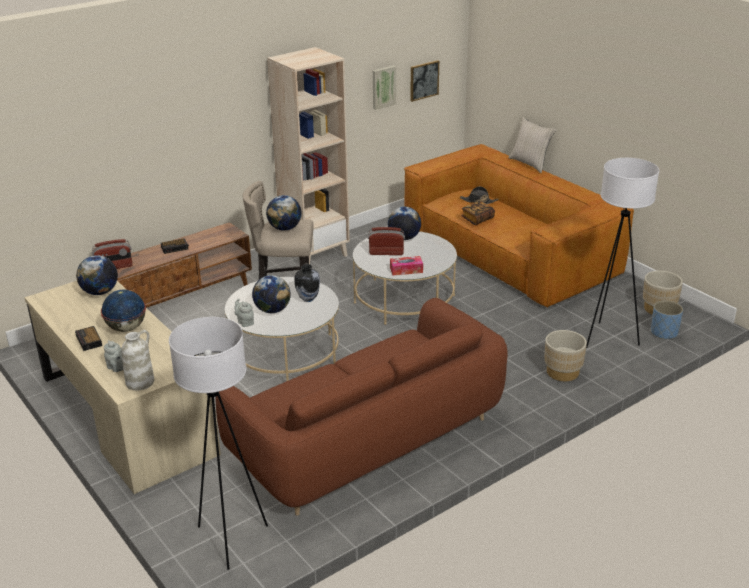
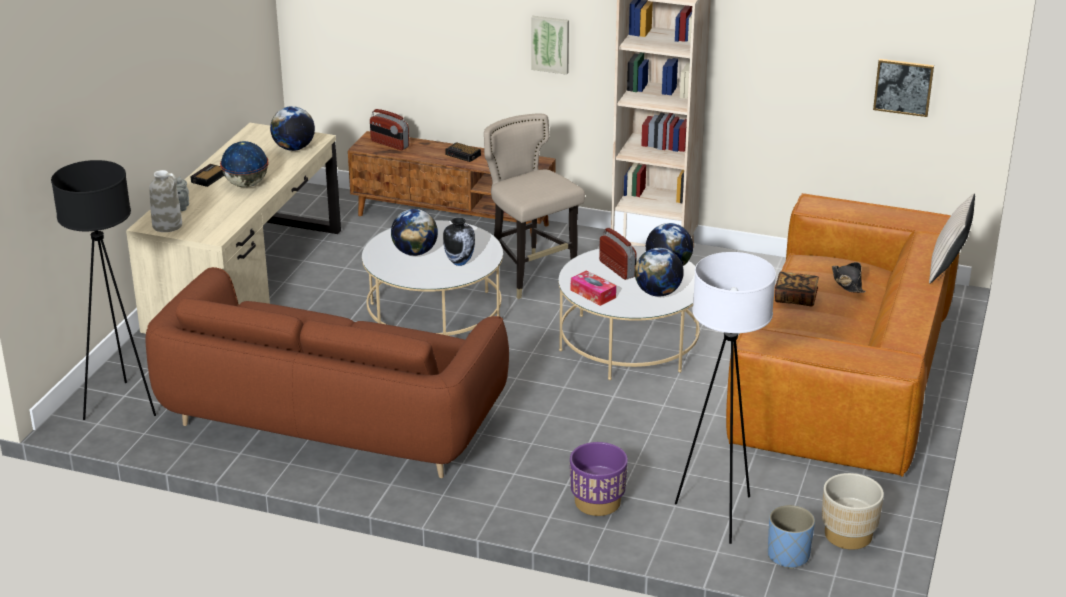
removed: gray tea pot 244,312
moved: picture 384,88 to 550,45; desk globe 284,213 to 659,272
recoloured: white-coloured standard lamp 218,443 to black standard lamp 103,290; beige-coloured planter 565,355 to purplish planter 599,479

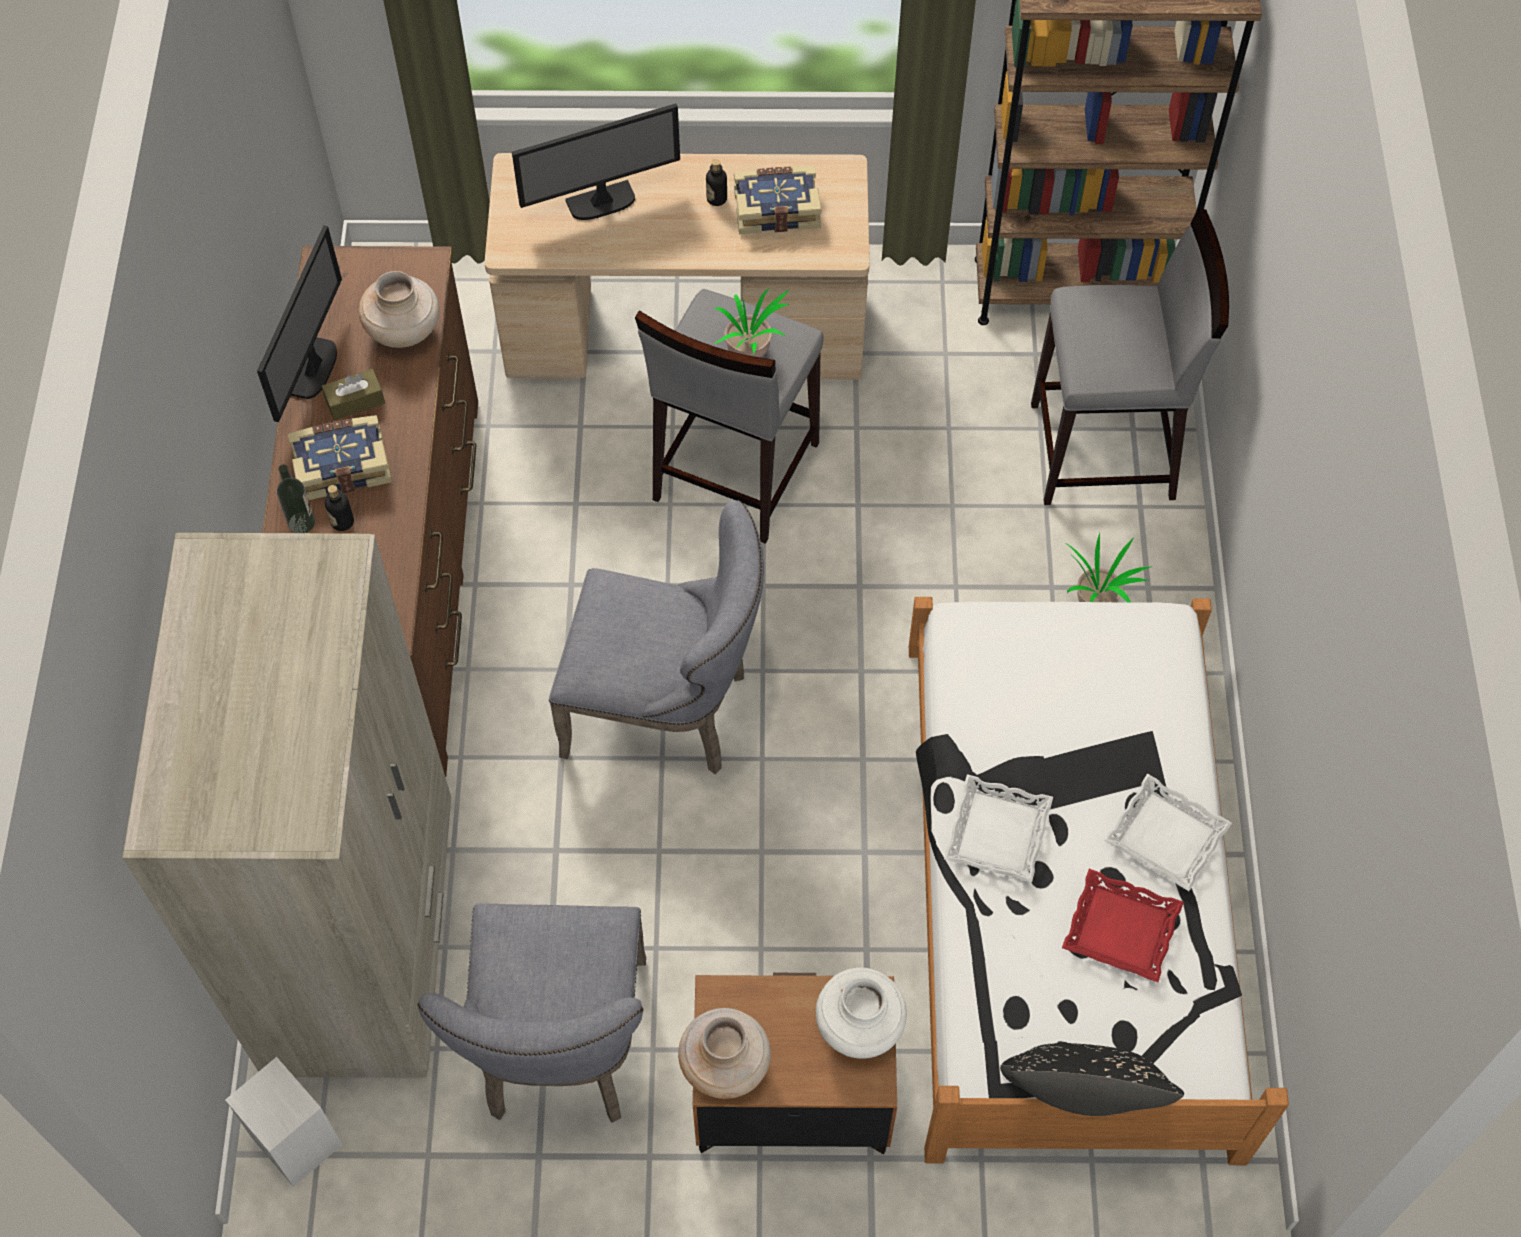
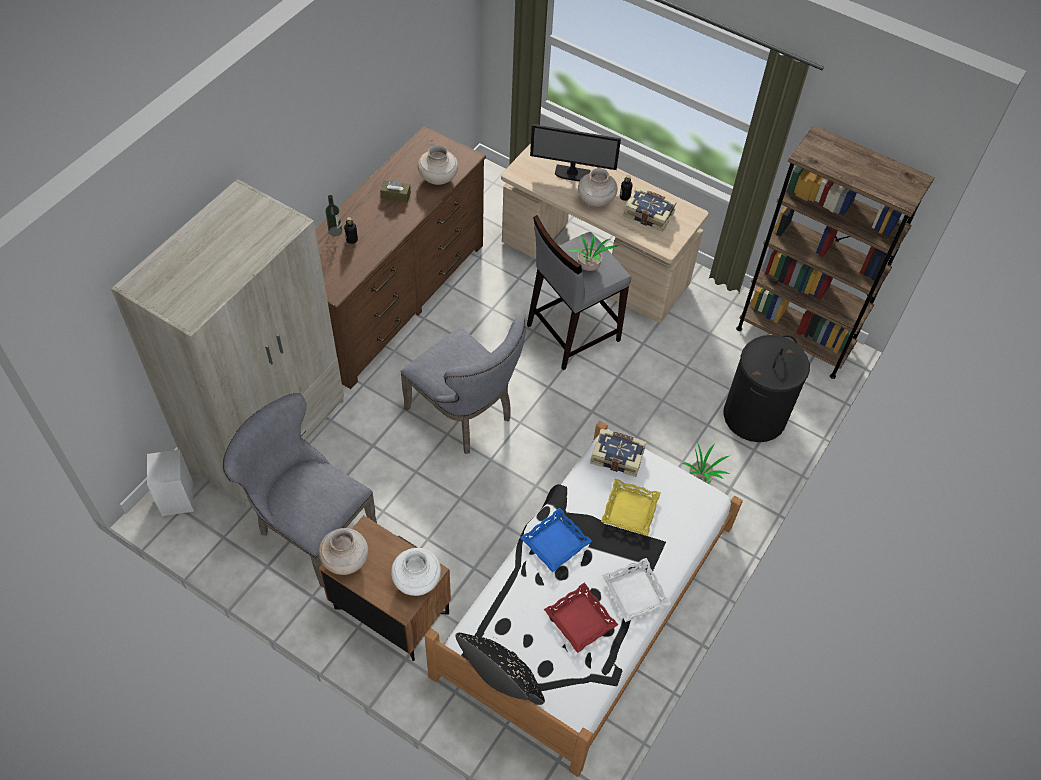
removed: monitor 299,323
added: beige-coloured decorative vase 598,187; yellowish tray 631,507
moved: bound book 340,457 to 618,453
replaced: gray stool seat 1130,357 to black washing basket 767,388
recoloured: white-coloured tray 998,828 to blue tray 556,540
turned: gray upright chair 532,1013 = 300,490 90 degrees clockwise

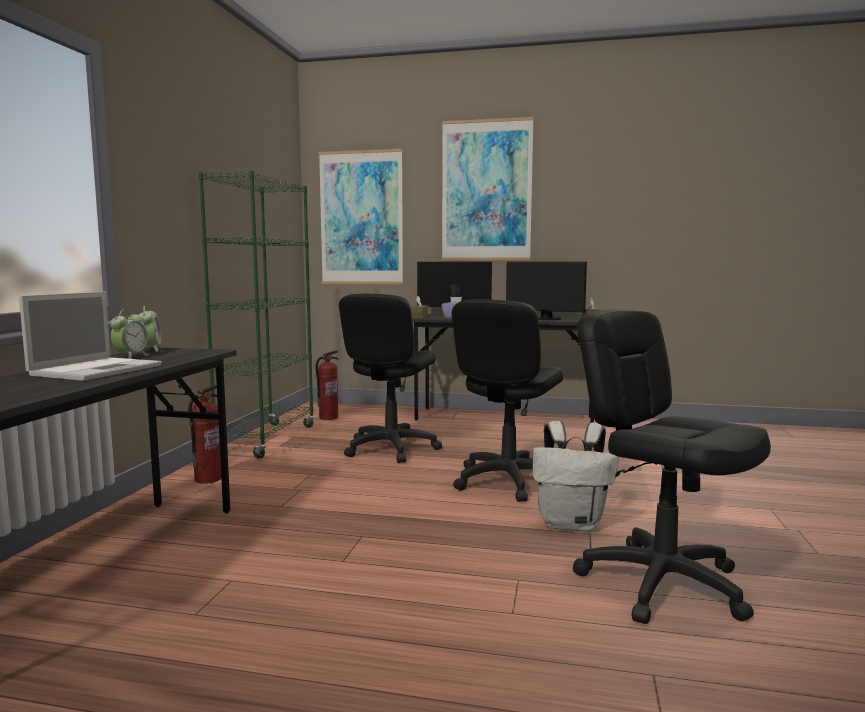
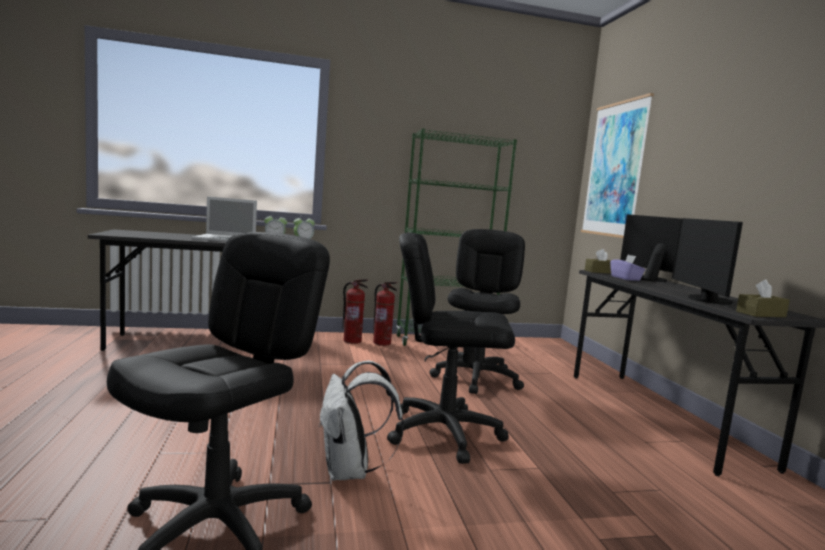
removed: picture 488,188
moved: fire-fighting cylinder 327,385 to 385,314
turned: black desk chair 390,378 = 477,311 105 degrees clockwise

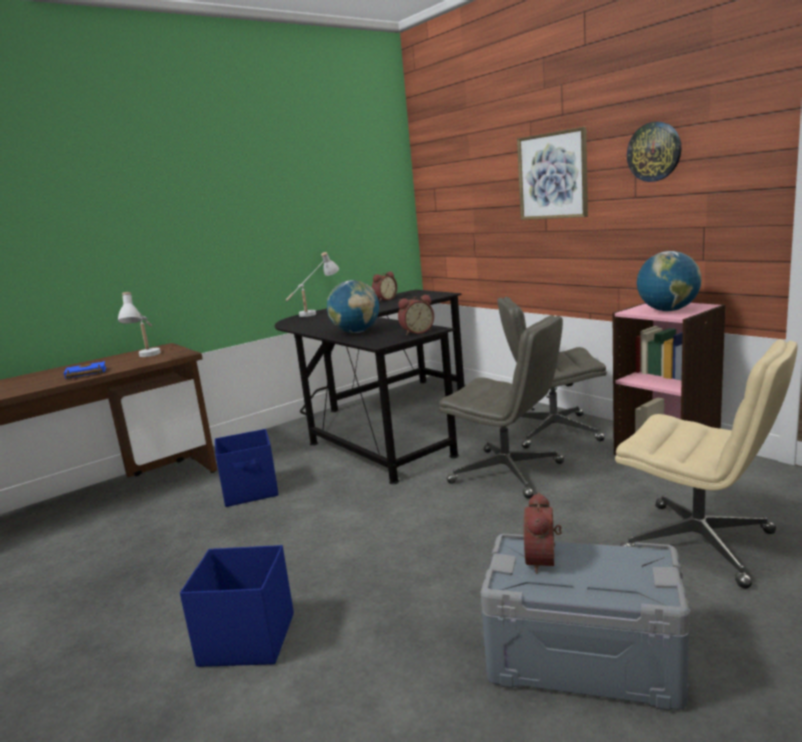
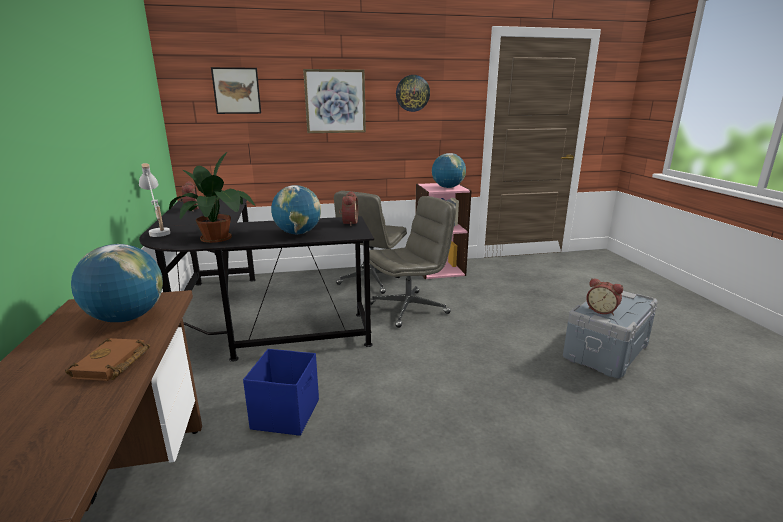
removed: beige-coloured desk chair 706,464; blue storage bin 237,606
added: picture 236,90; potted plant 212,197
replaced: white-coloured table lamp 139,324 to desk globe 117,283
recoloured: blue bound book 85,369 to brown-coloured bound book 107,359

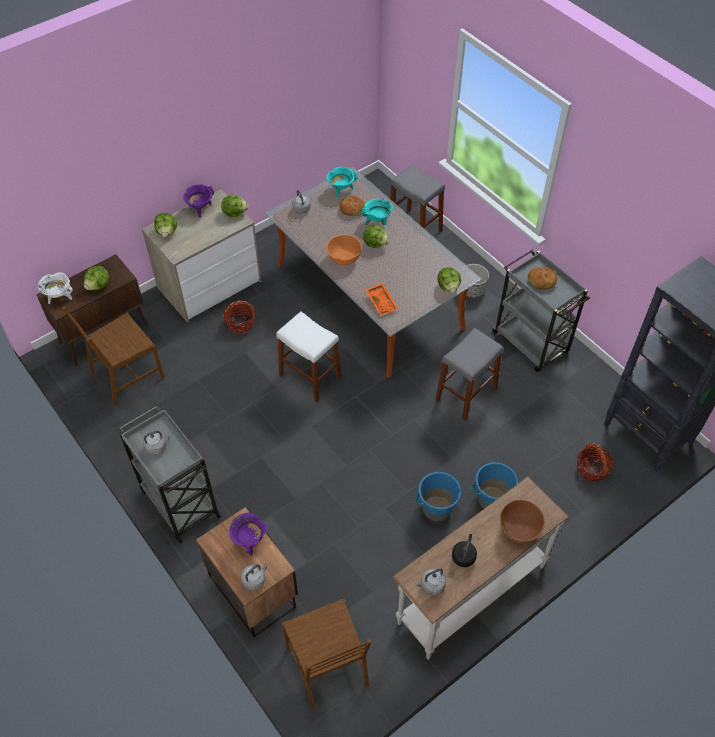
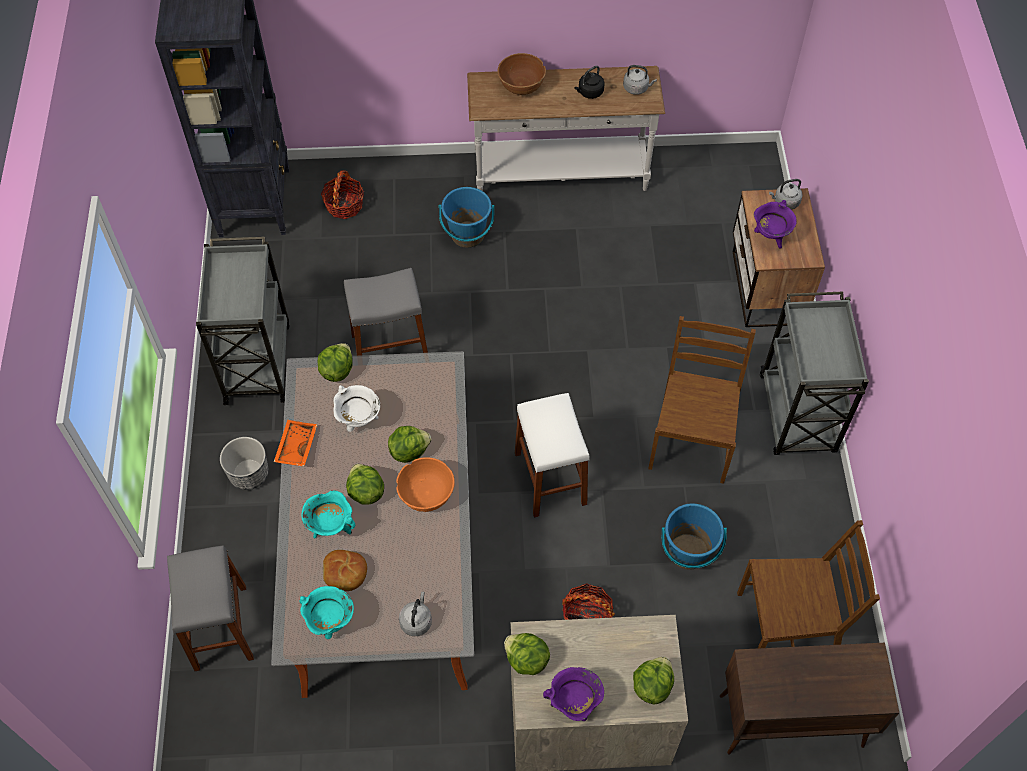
removed: bread 542,278; gray water kettle 157,443
moved: lettuce head 96,278 to 410,444; white-coloured cooking pot 55,288 to 356,408; orangey tray 381,299 to 296,443; blue pail 438,496 to 694,536; brown-coloured upright chair 326,654 to 702,400

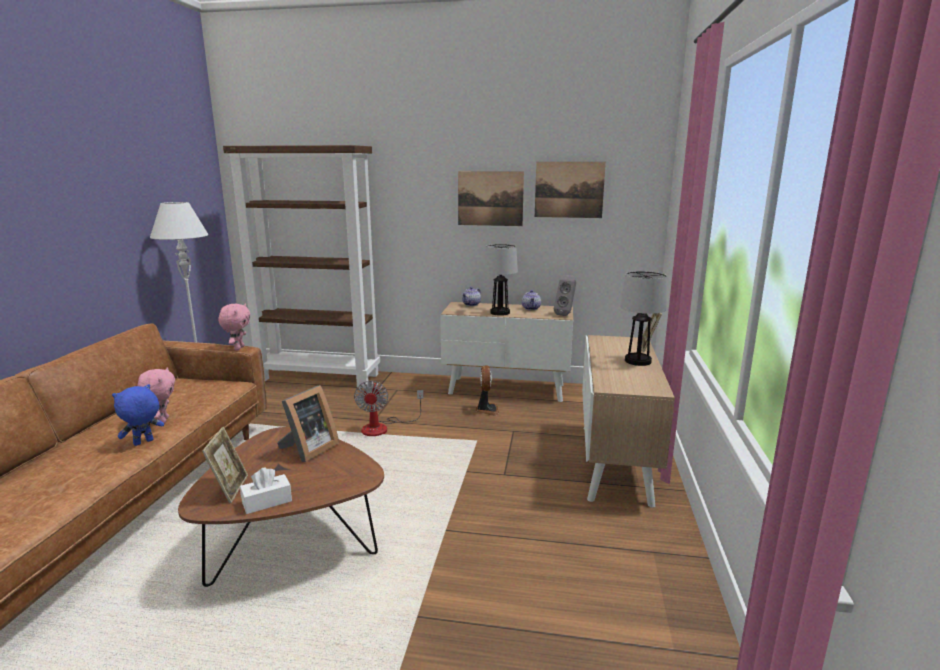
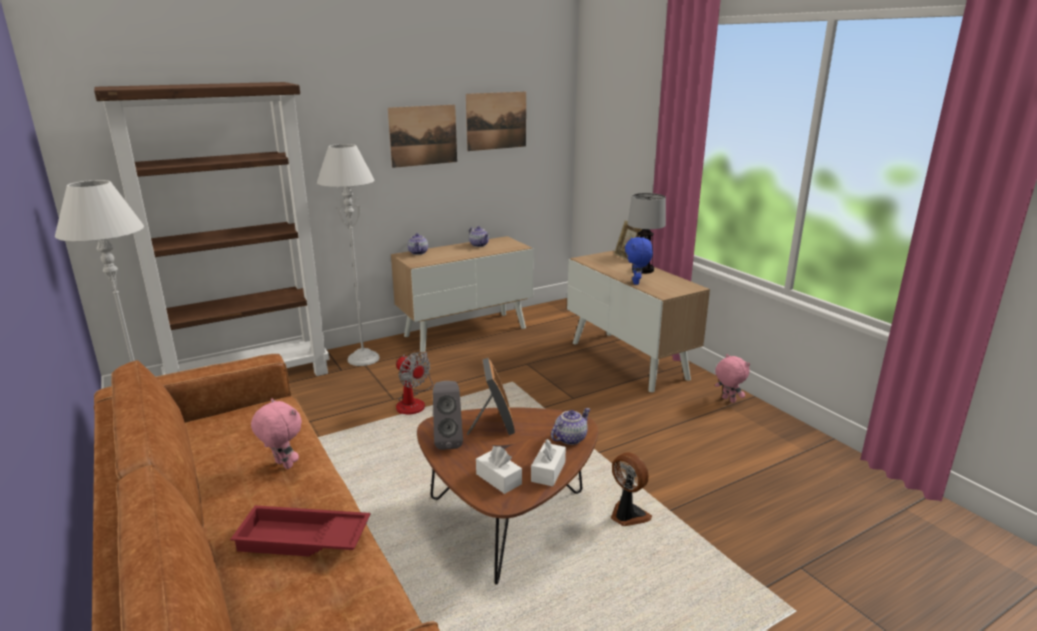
removed: table lamp 501,280
added: gray standard lamp 348,255; tea pot 570,426; reddish tray 300,531
moved: gray loudspeaker 565,295 to 448,415; pink-coloured cuddly toy 234,327 to 732,378; electric fan 487,390 to 631,489; blue cuddly toy 138,415 to 639,261
replaced: picture frame 225,465 to white-coloured tissue box 499,470

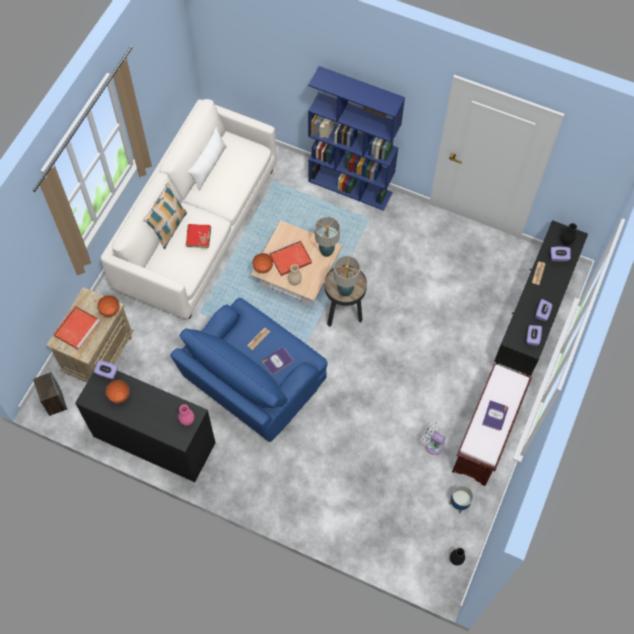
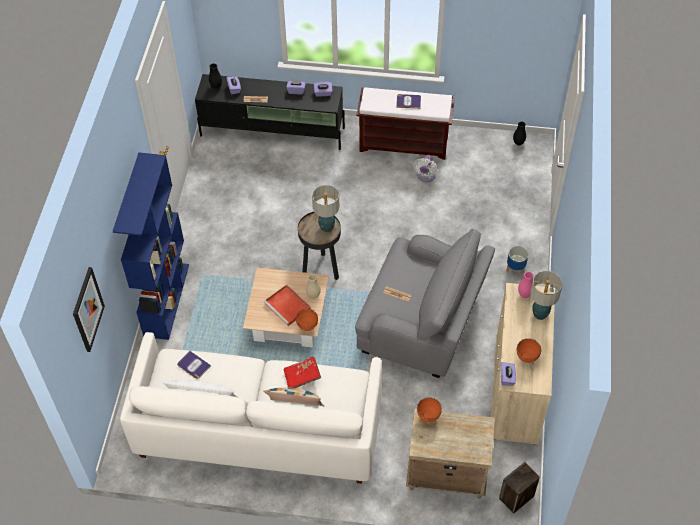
removed: reddish tray 76,328
added: picture 89,309
moved: table lamp 327,237 to 546,295; bound book 278,361 to 194,365; planter 461,500 to 517,261
recoloured: blue armchair 249,370 to gray armchair 425,303; black cupboard 145,426 to beige-coloured cupboard 523,364

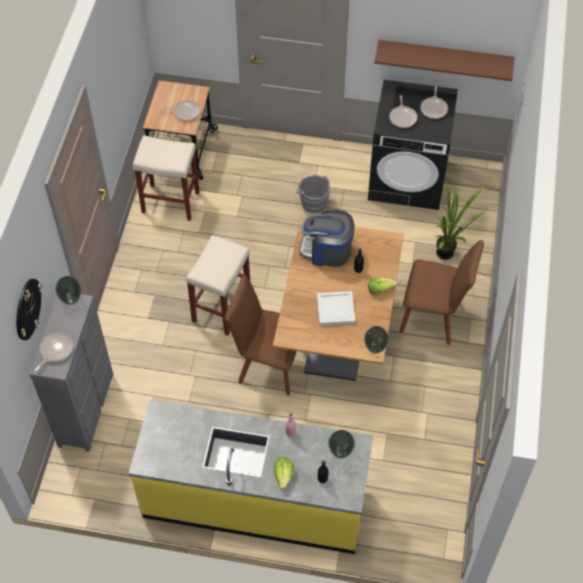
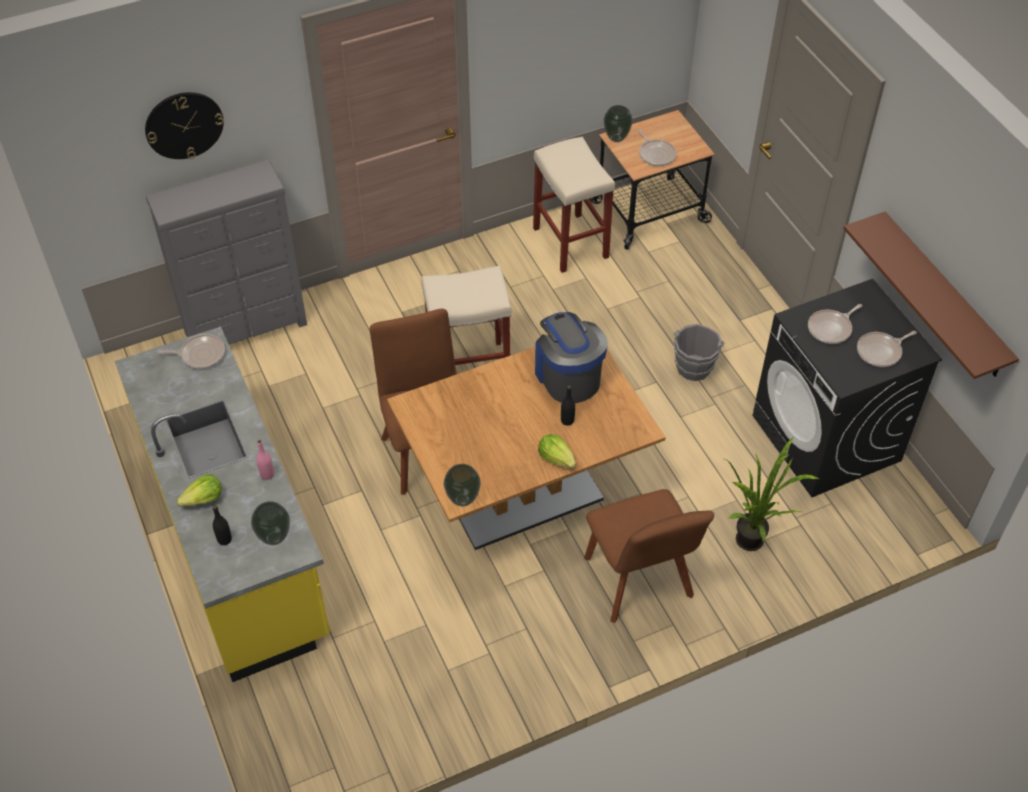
removed: white-coloured tray 336,308
moved: decorative vase 68,290 to 618,123; frying pan 54,351 to 191,351

